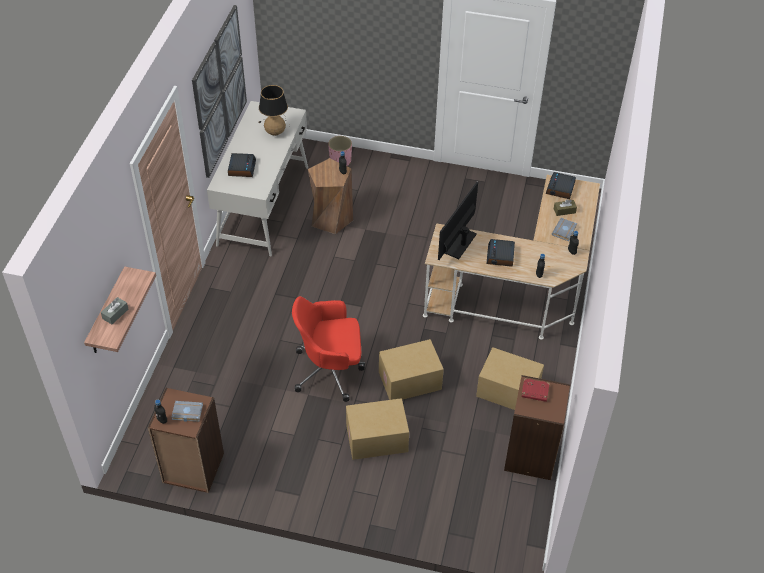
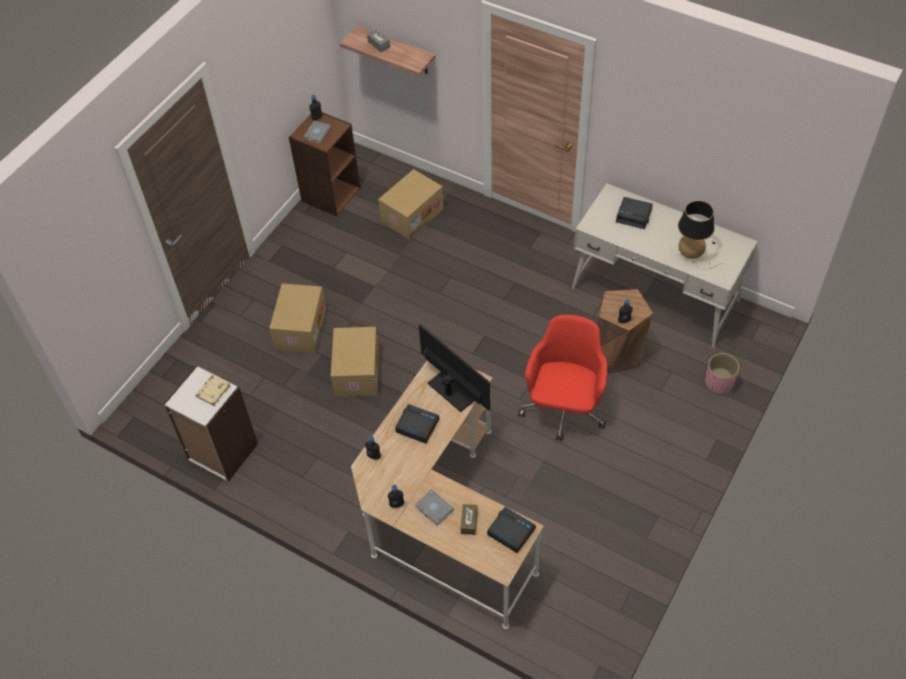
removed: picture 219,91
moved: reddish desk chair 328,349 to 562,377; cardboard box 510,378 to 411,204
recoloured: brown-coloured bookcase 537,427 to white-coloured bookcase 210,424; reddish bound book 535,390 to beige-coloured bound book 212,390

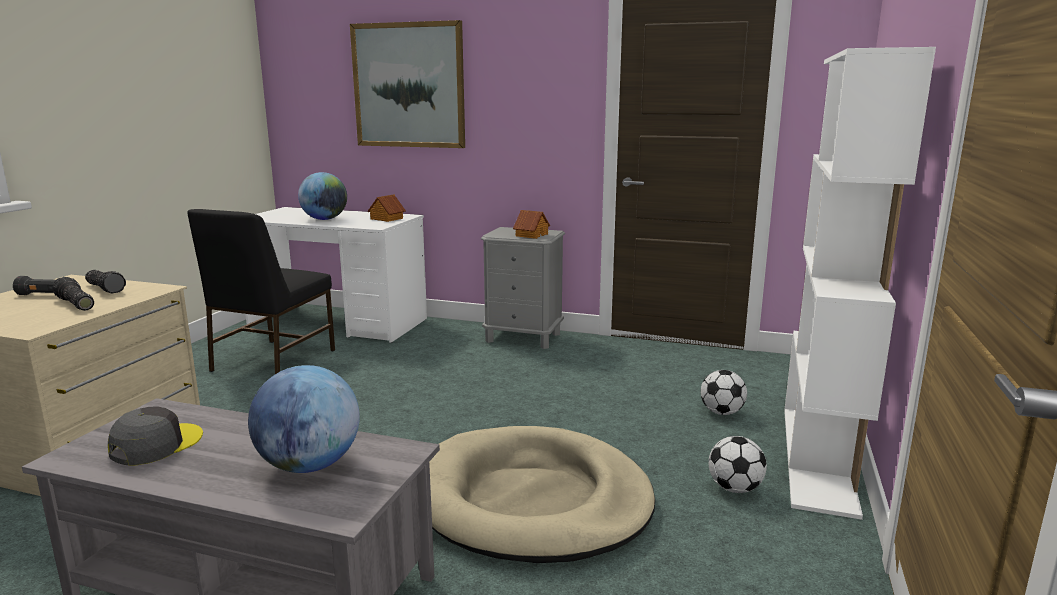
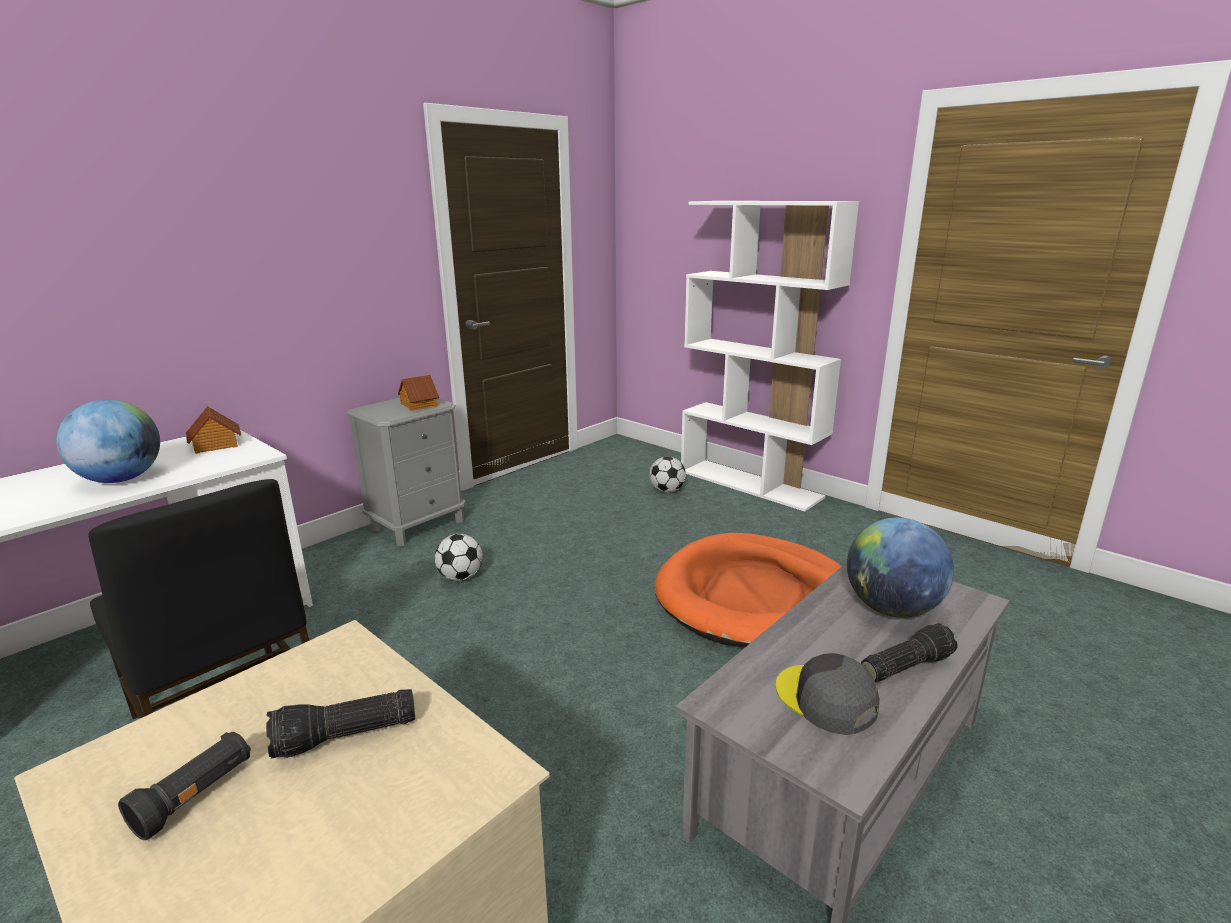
removed: picture 407,84
moved: flashlight 105,281 to 909,652; football ball 737,464 to 459,557
recoloured: beige-coloured dog cushion 542,494 to orangey dog cushion 748,590

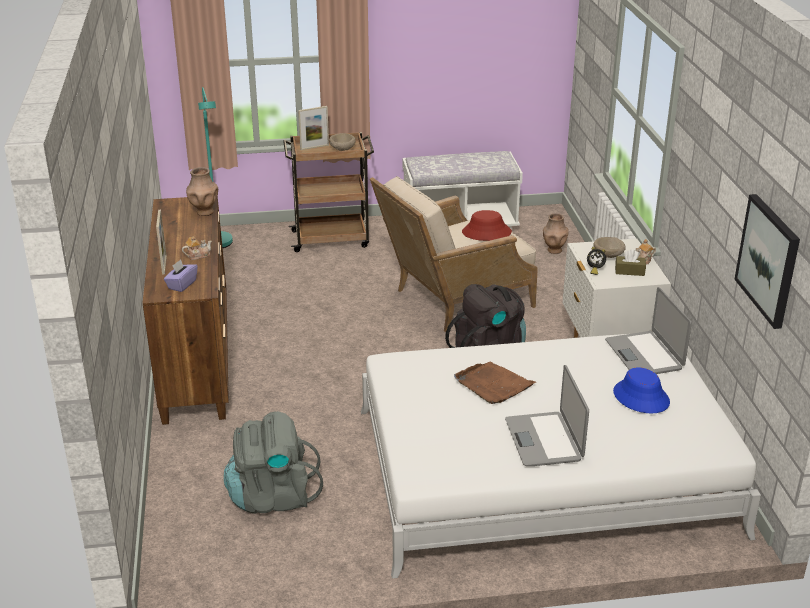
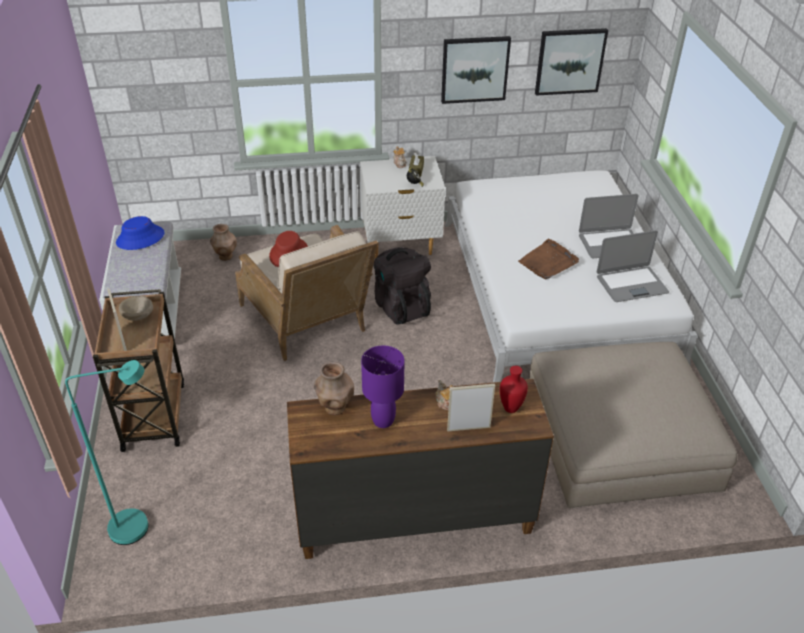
removed: beige-coloured deep dish 610,247
added: picture 476,70; purplish table lamp 382,386
moved: laptop 648,330 to 633,266; blue hat 641,390 to 140,233
replaced: purplish tissue box 181,276 to reddish decorative vase 514,389; gray knapsack 273,462 to beige-coloured footrest 633,425

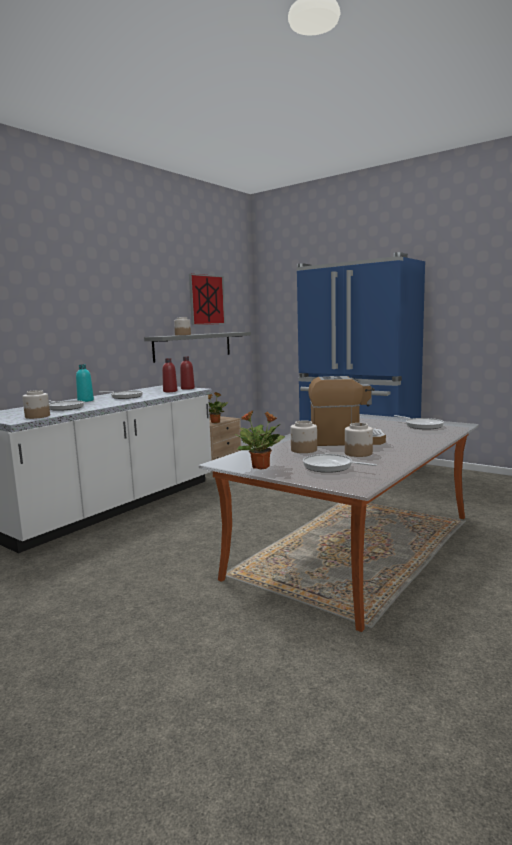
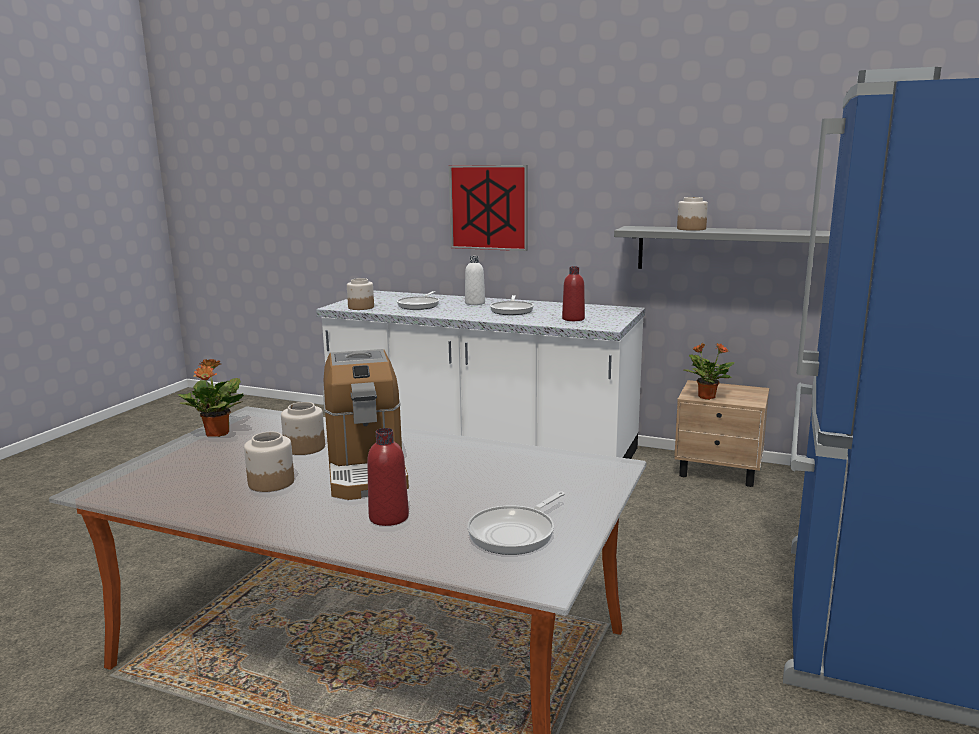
removed: frying pan 340,463
moved: picture 207,299 to 488,208; reddish bottle 187,373 to 388,477
recoloured: turquoise-coloured bottle 85,383 to white-coloured bottle 475,280

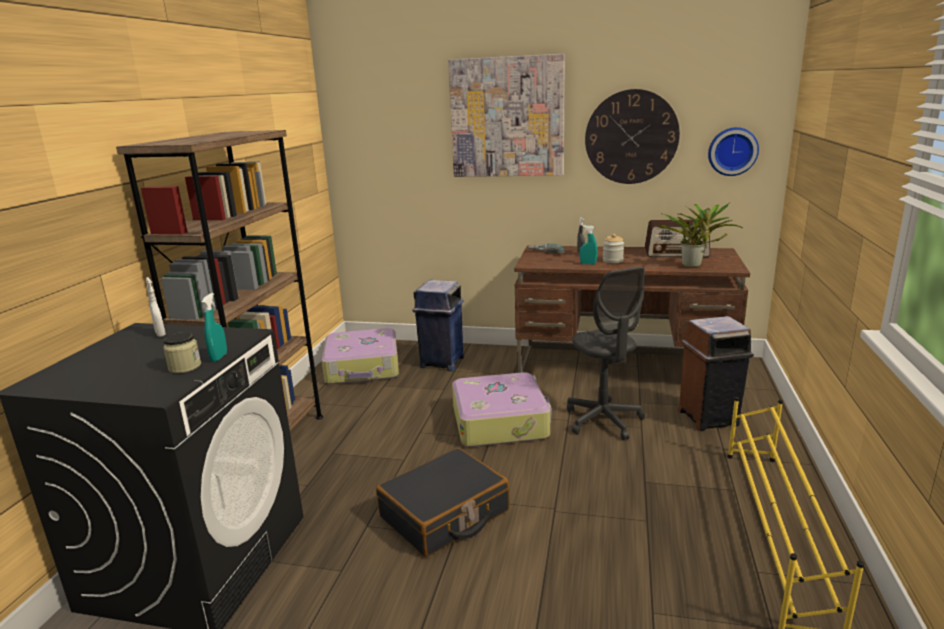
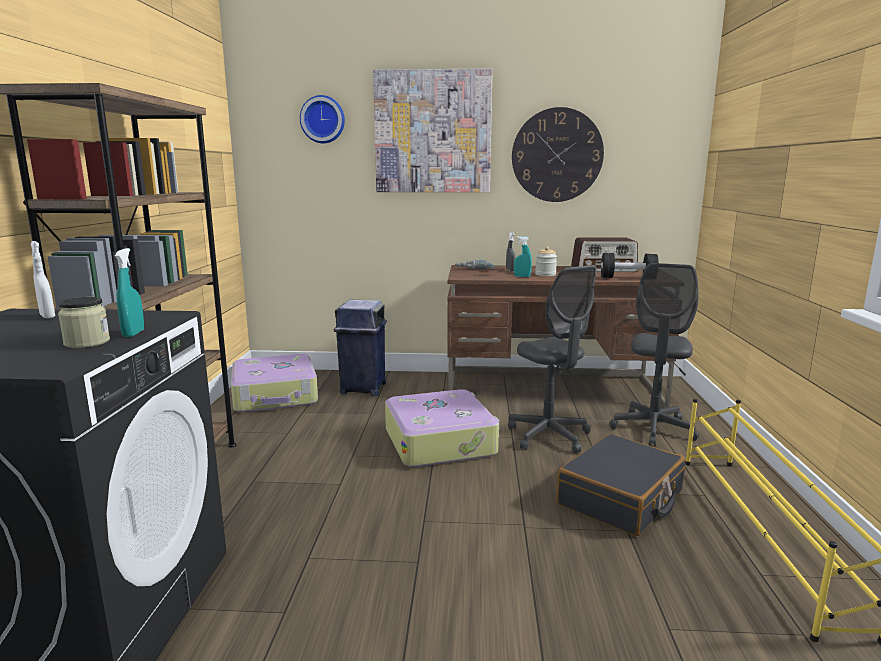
moved: wall clock 733,151 to 322,119; black piece of luggage 442,502 to 621,485
replaced: potted plant 701,235 to black free weight 630,265; brown-coloured trash can 716,373 to gray desk chair 654,355

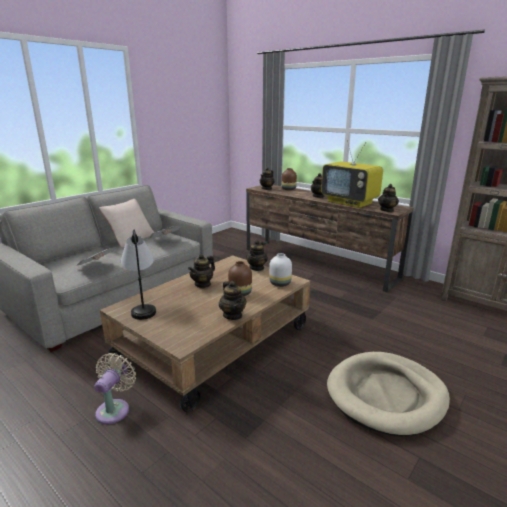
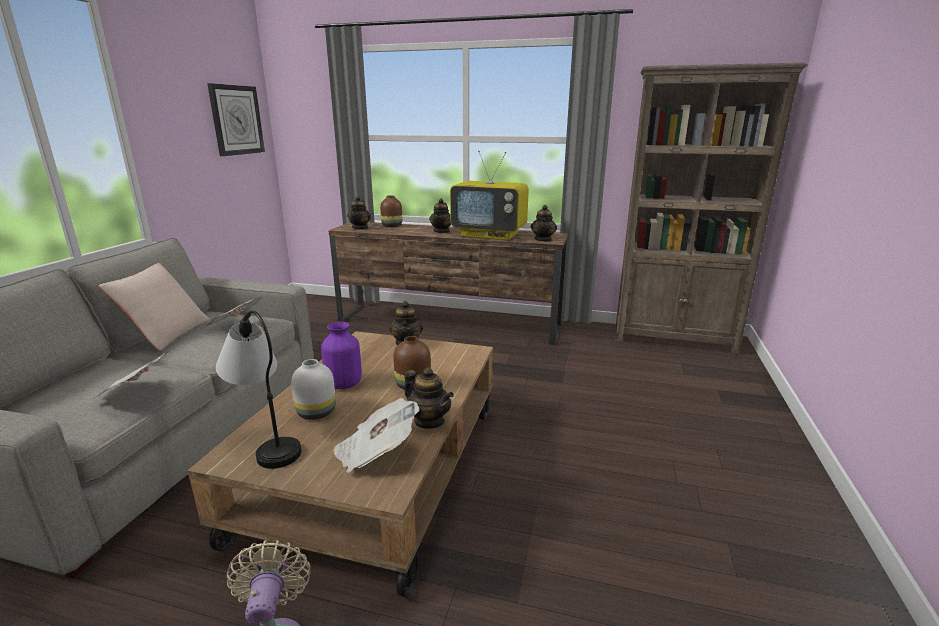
removed: beige-coloured dog cushion 388,394
added: wall clock 236,119; daily paper 376,435
moved: white-coloured decorative vase 280,270 to 313,389
replaced: tea pot 201,271 to purplish decorative vase 341,355

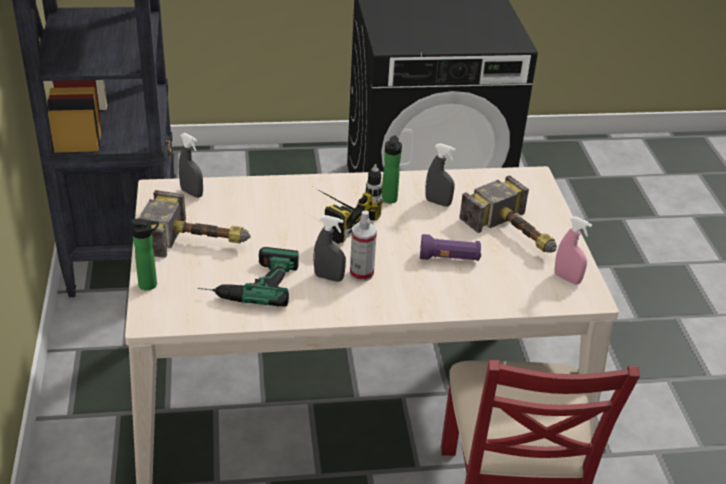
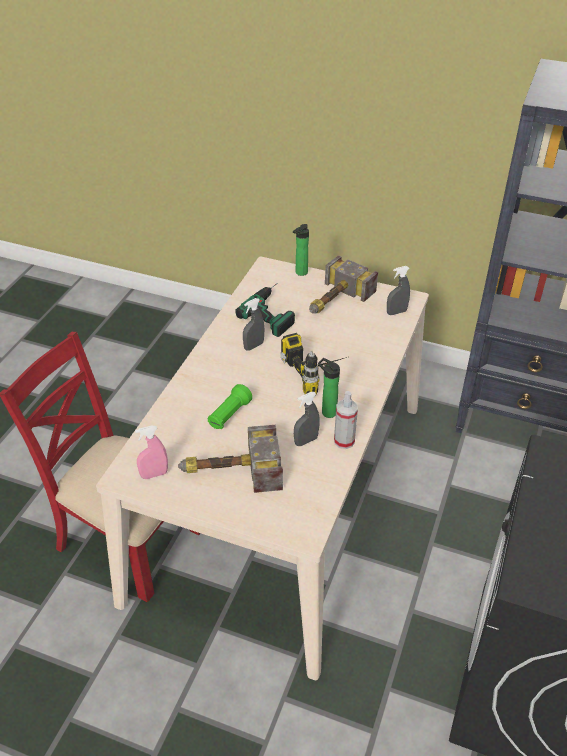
moved: spray bottle 363,246 to 346,420
recoloured: purplish flashlight 450,247 to greenish flashlight 230,406

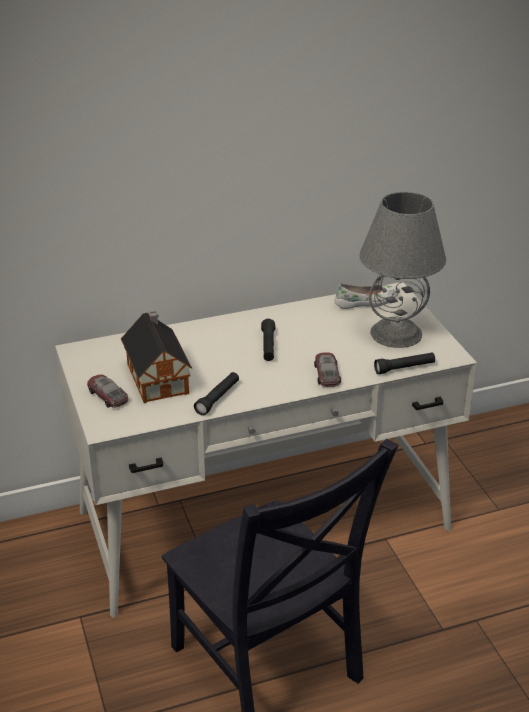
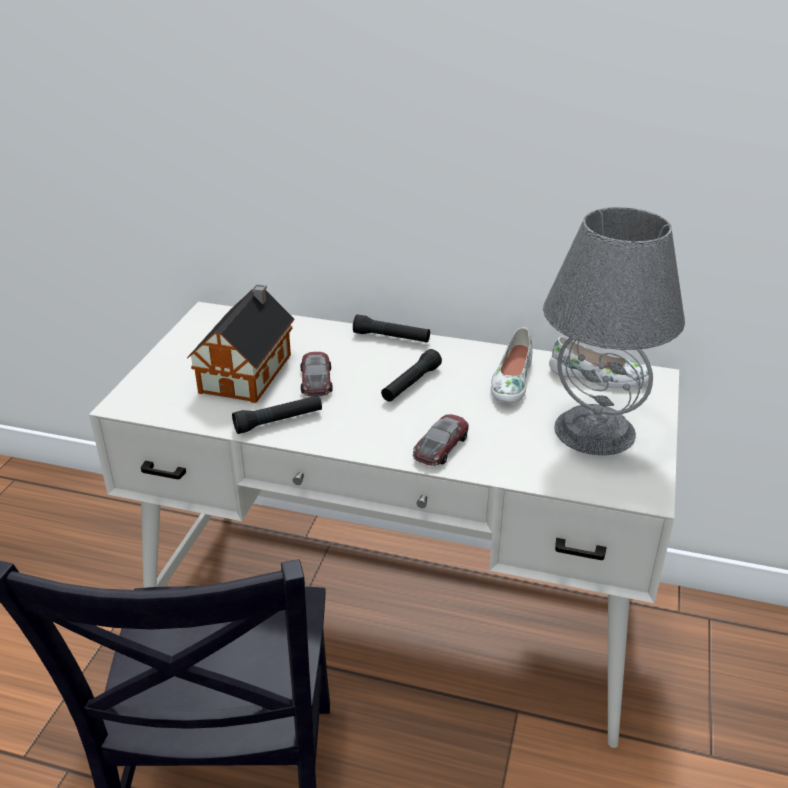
added: white-coloured shoe 512,365
moved: black flashlight 404,363 to 391,328; miniature car 108,391 to 316,374

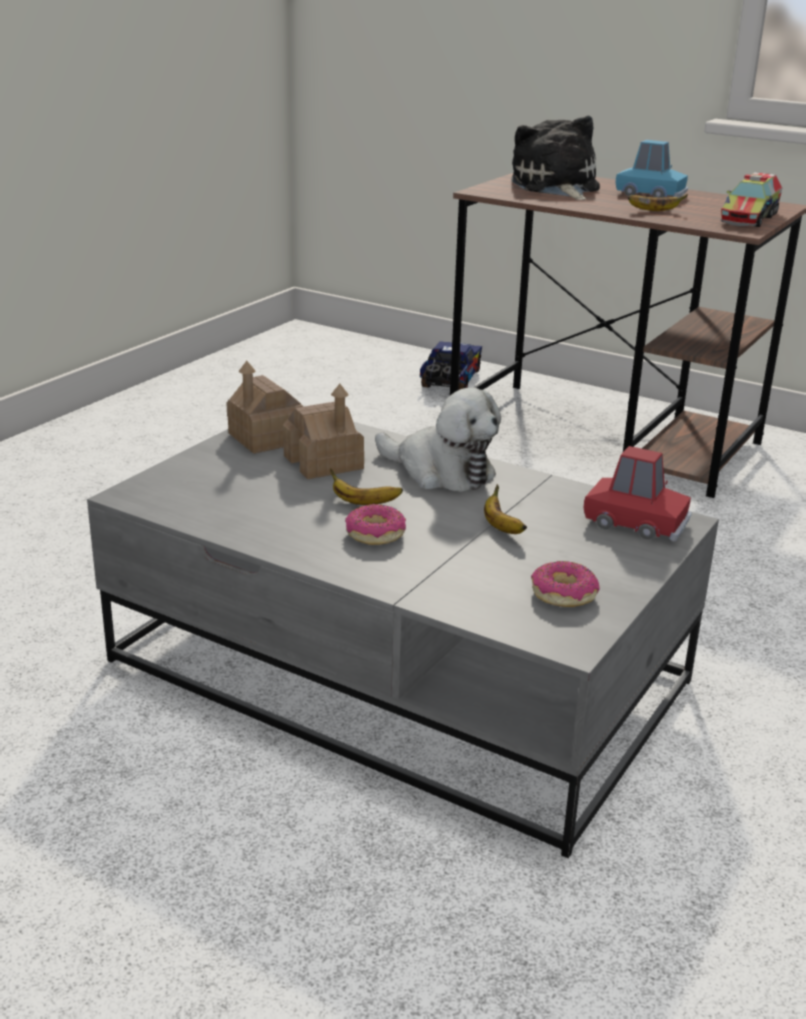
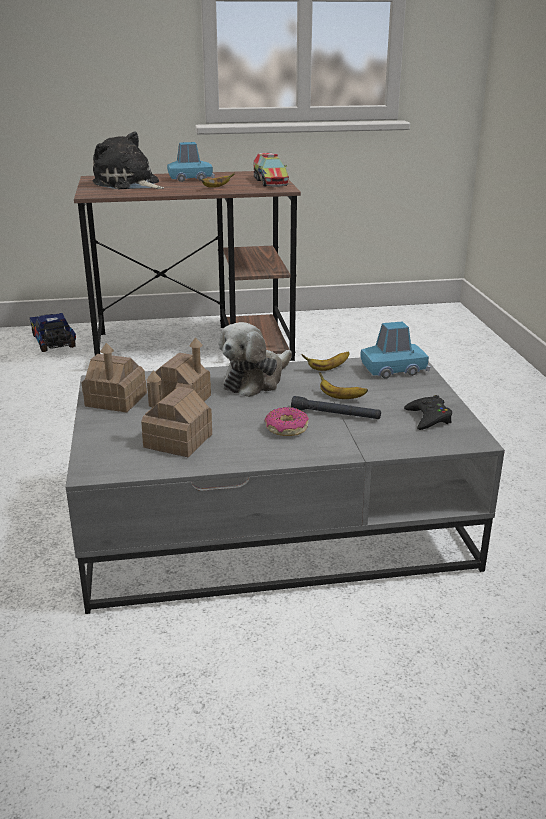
added: model house 176,414; black flashlight 336,407
moved: banana 366,487 to 325,361
replaced: doughnut 565,584 to black gamepad 428,412
recoloured: reddish miniature car 638,494 to blue miniature car 395,350
turned: cuddly toy 438,439 = 255,359 135 degrees clockwise

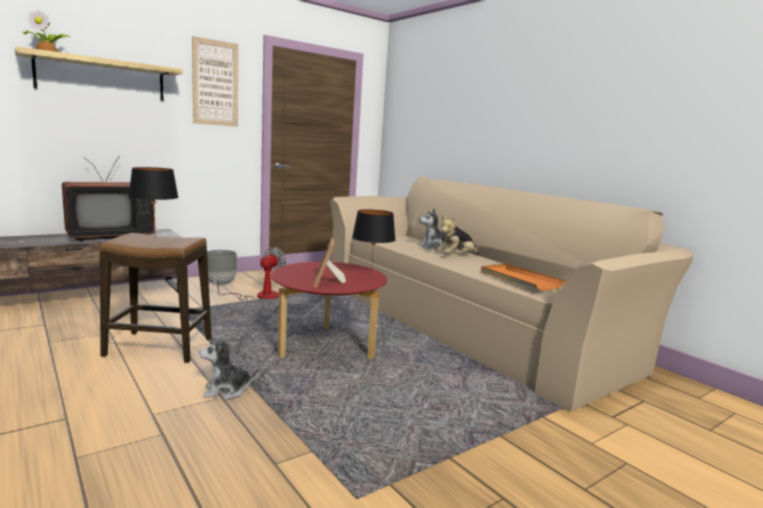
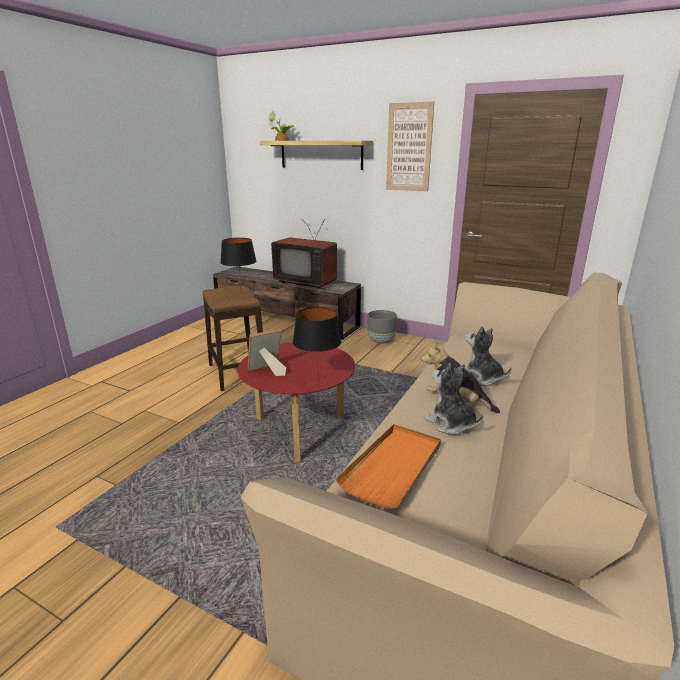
removed: electric fan 249,273
moved: cuddly toy 228,368 to 454,399

